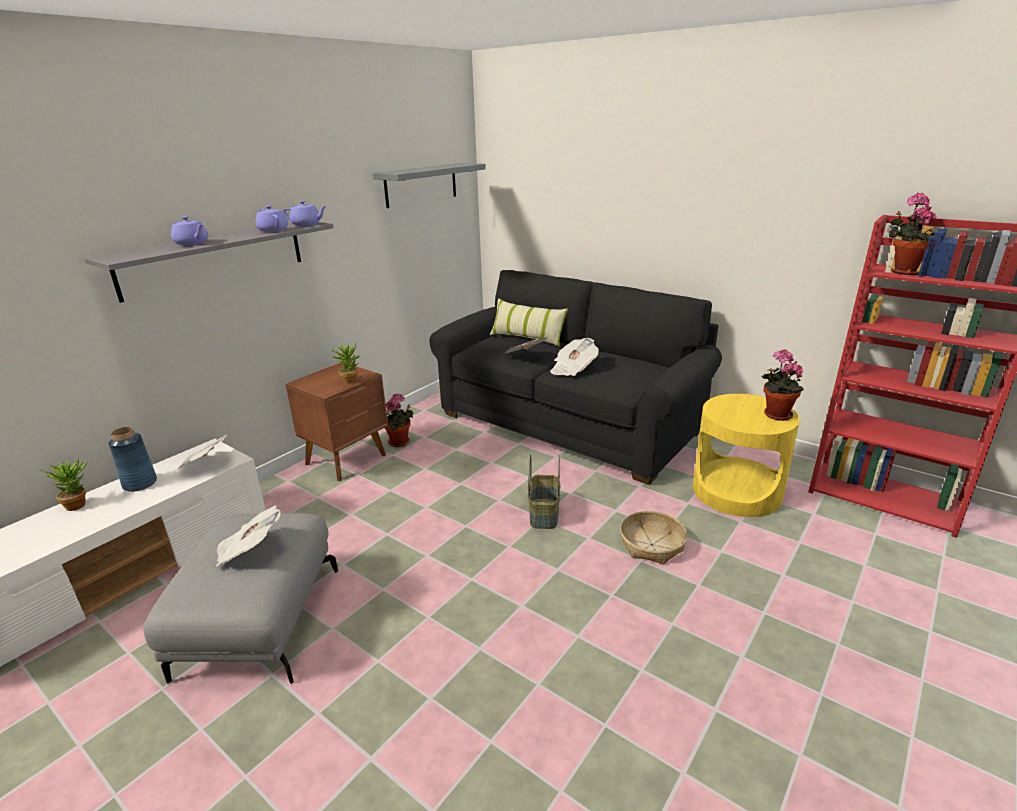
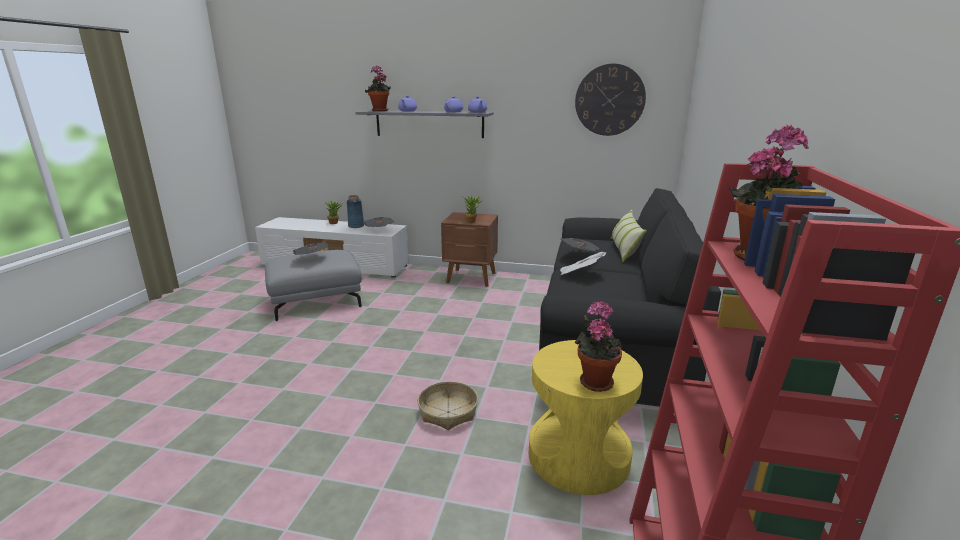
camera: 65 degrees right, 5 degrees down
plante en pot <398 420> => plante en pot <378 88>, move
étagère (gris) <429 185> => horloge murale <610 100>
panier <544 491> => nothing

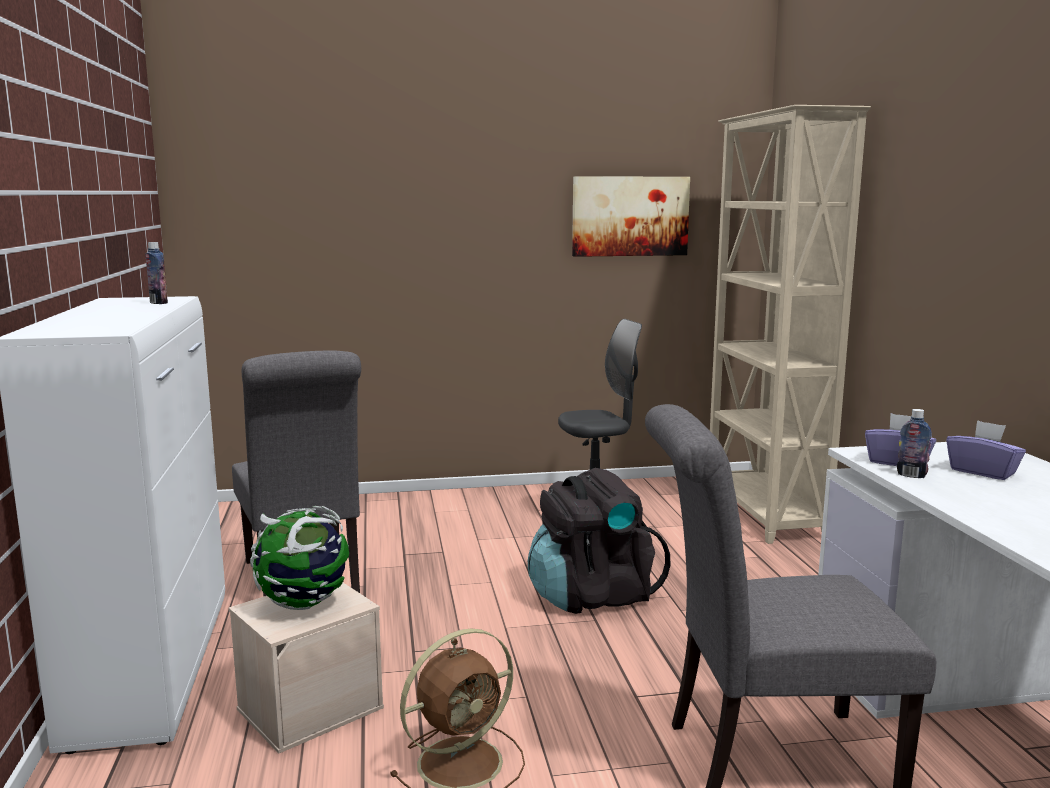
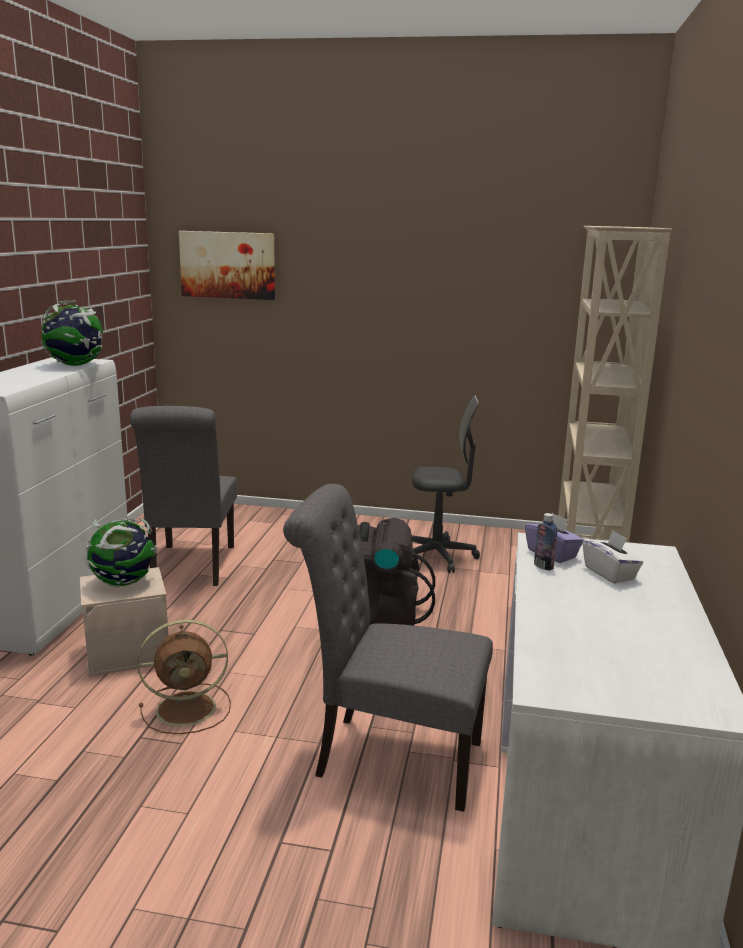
camera: 20 degrees right, 5 degrees up
bouteille <156 273> => globe <72 333>
tableau <631 216> => tableau <227 265>, move
boîte à mouchoirs (violet) <986 450> => boîte à mouchoirs (blanc) <613 557>

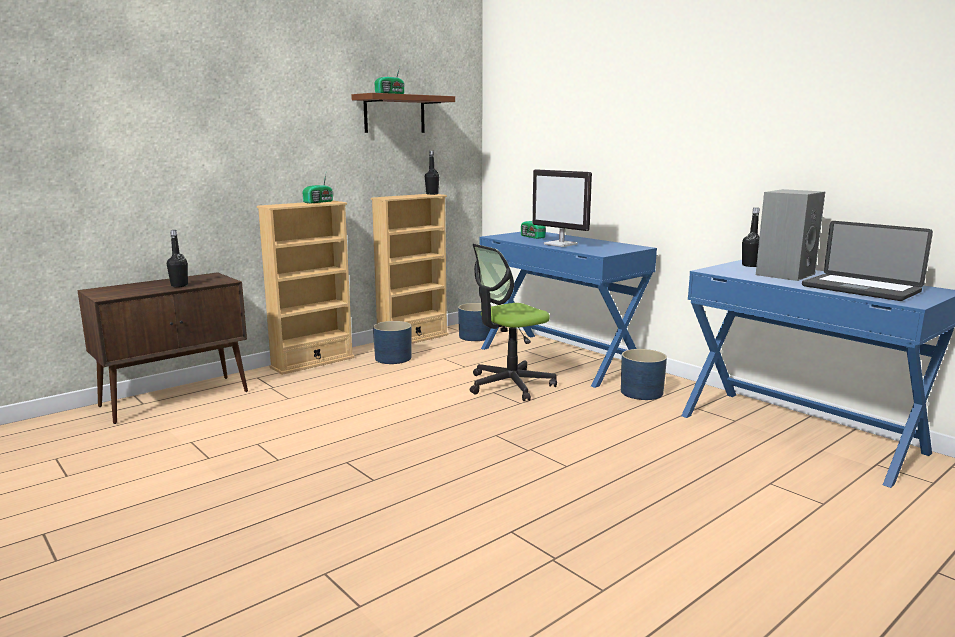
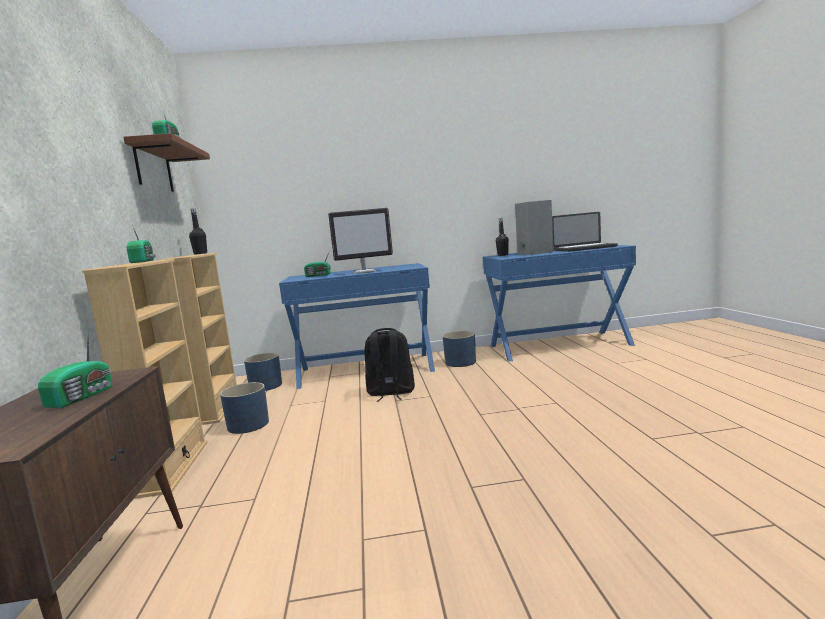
camera: 55 degrees left, 5 degrees down
bouteille (noir) <177 258> => radio <75 371>
chaise de bureau <513 322> => sac à dos (noir) <389 365>

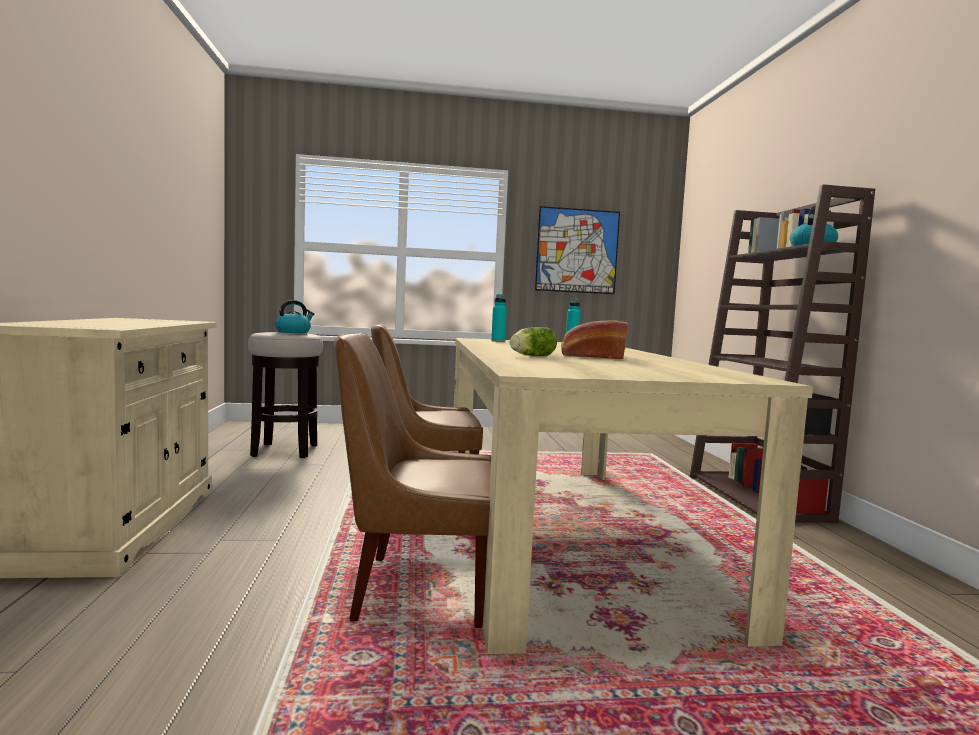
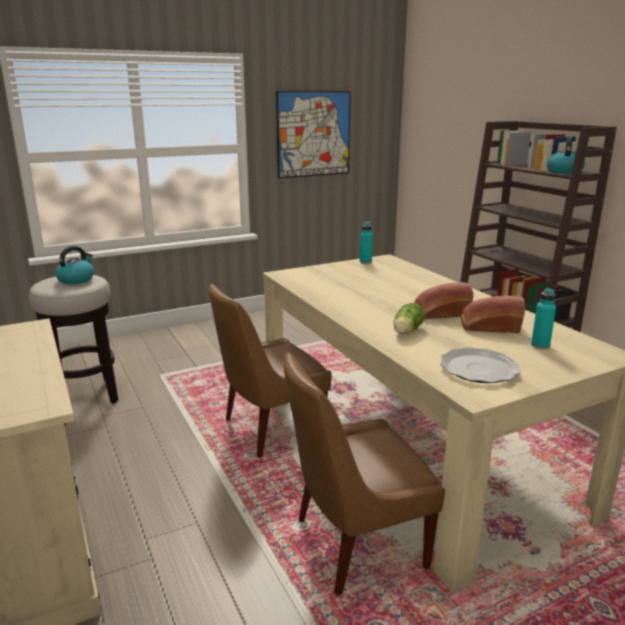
camera: 20 degrees left, 15 degrees up
nothing => assiette <480 365>
nothing => pain <493 314>
bouteille (turquoise) <499 318> => bouteille (turquoise) <543 318>, move

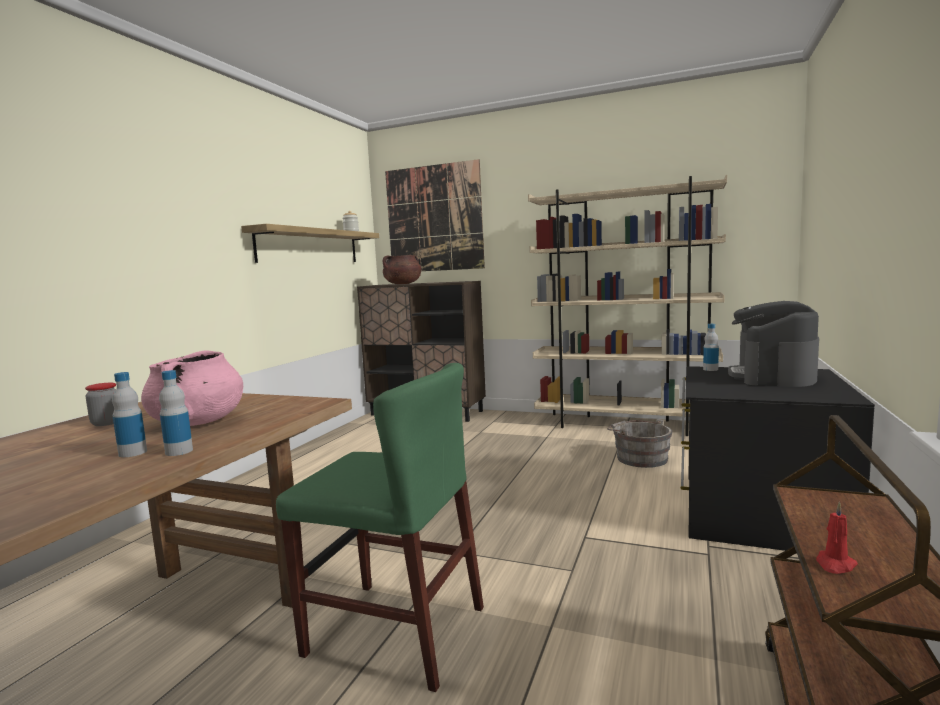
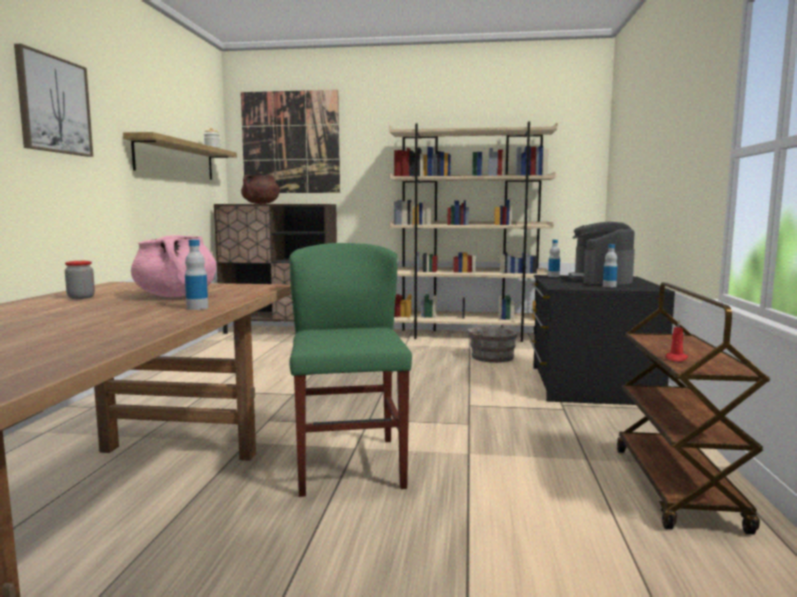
camera: 15 degrees left, 0 degrees up
nothing => tableau <53 100>
chaise (vert) <380 527> => chaise (vert) <350 370>, 105 degrees counterclockwise
bouteille <129 414> => bouteille <610 265>, move

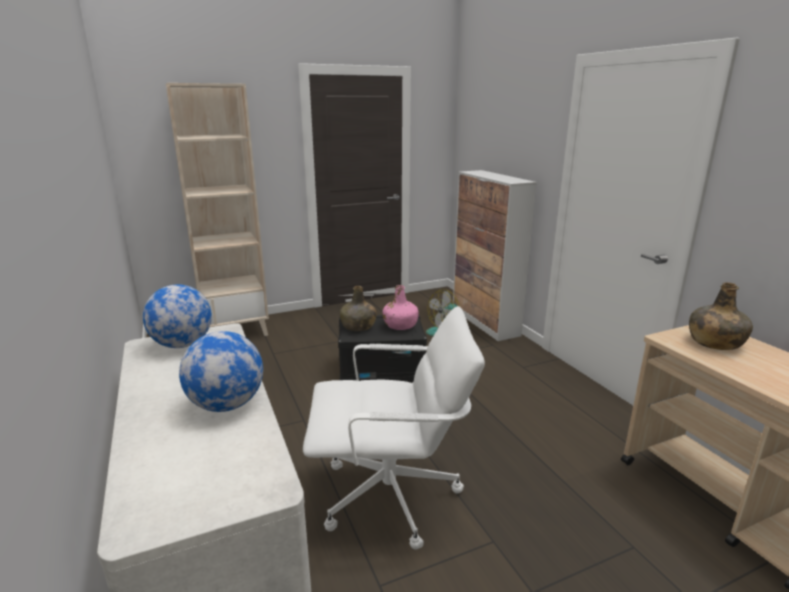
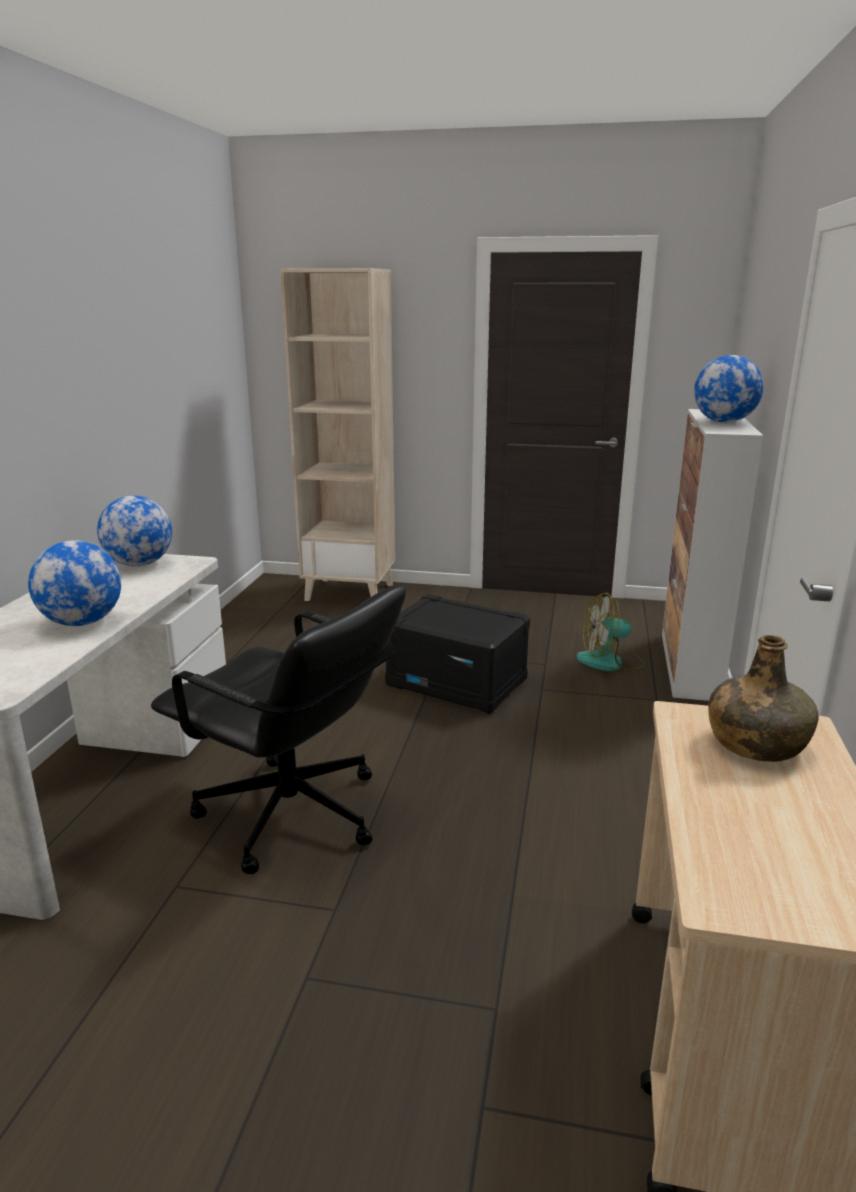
camera: 35 degrees right, 0 degrees up
chaise de bureau (blanc) <394 428> => chaise de bureau (noir) <278 729>
nothing => globe <729 389>
bouteille (vert) <358 308> => nothing
bouteille (rose) <400 307> => nothing

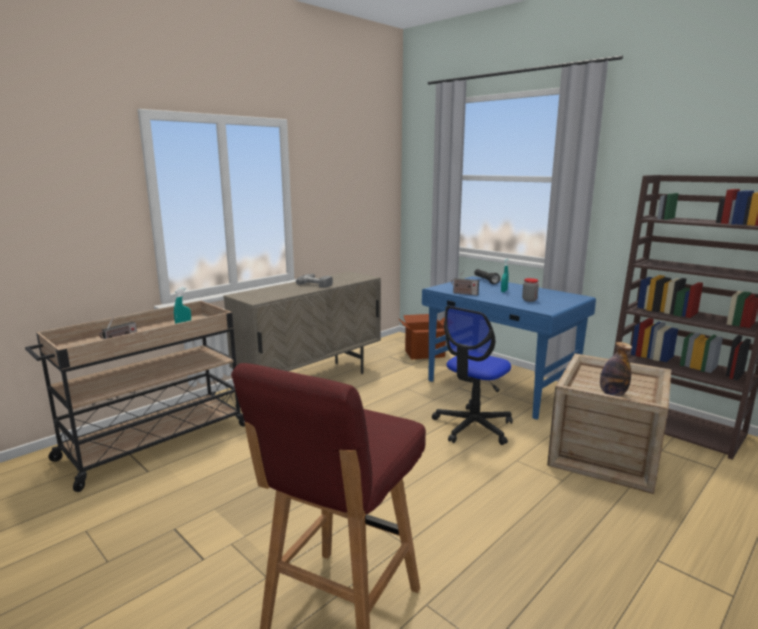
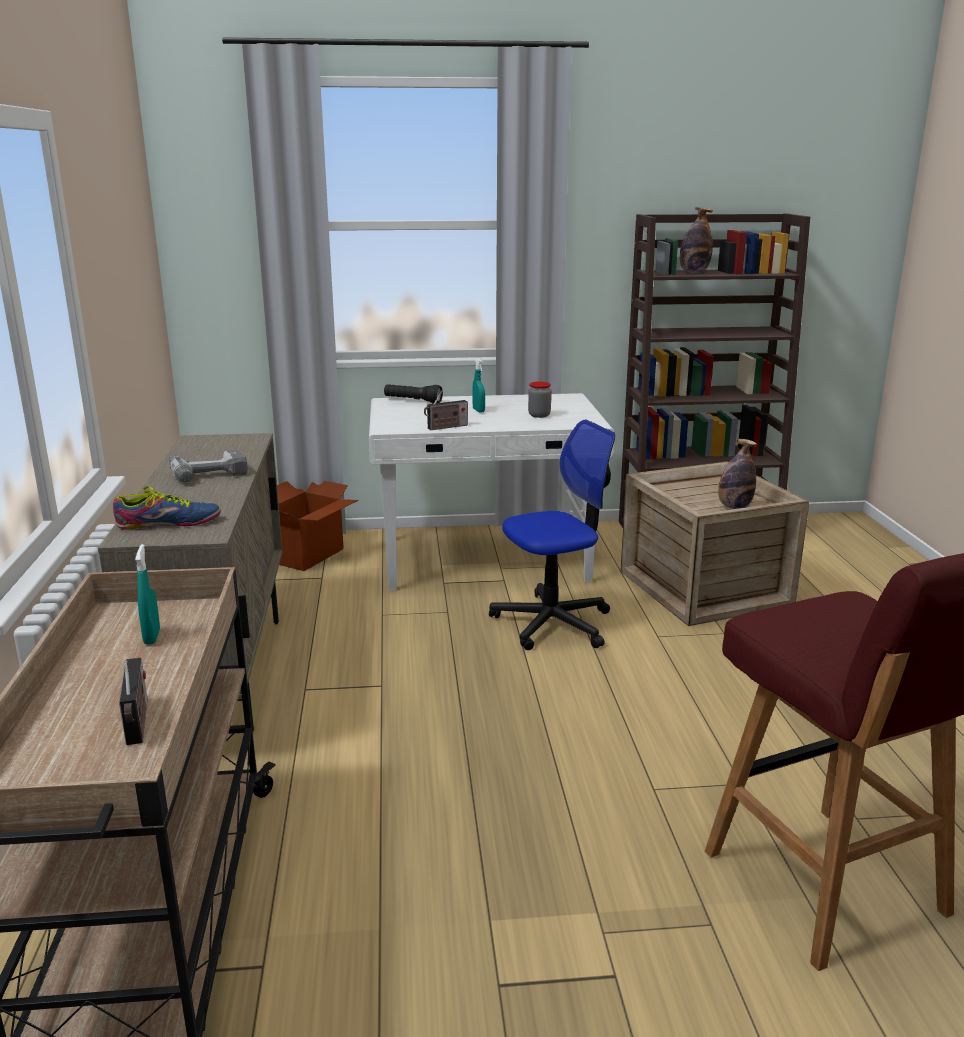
camera: 50 degrees left, 5 degrees up
nothing => chaussure <167 508>
bureau (bleu) <509 348> => bureau (blanc) <491 492>
chaise de bureau <472 375> => chaise de bureau <552 535>, 105 degrees counterclockwise
nothing => bouteille <696 240>

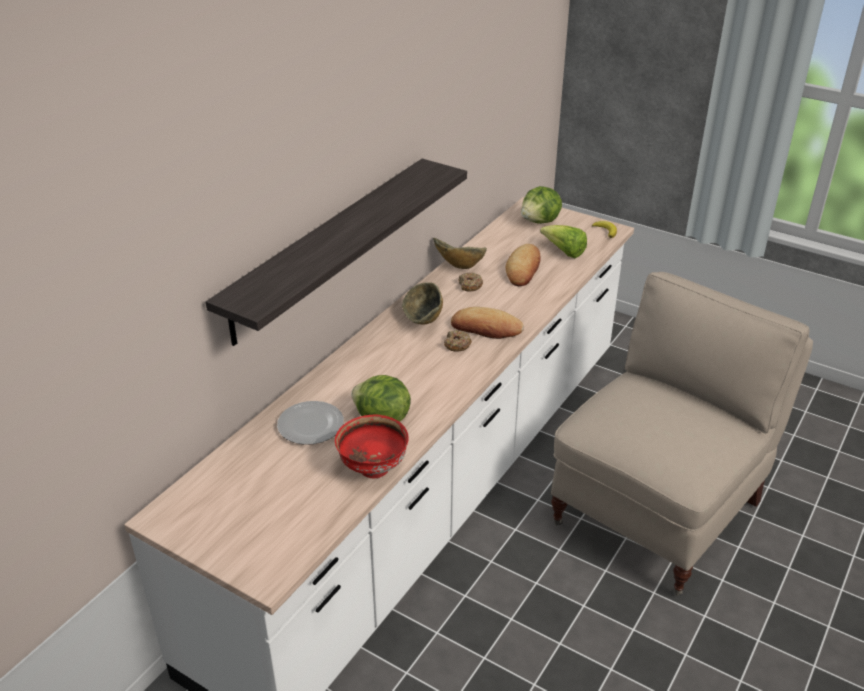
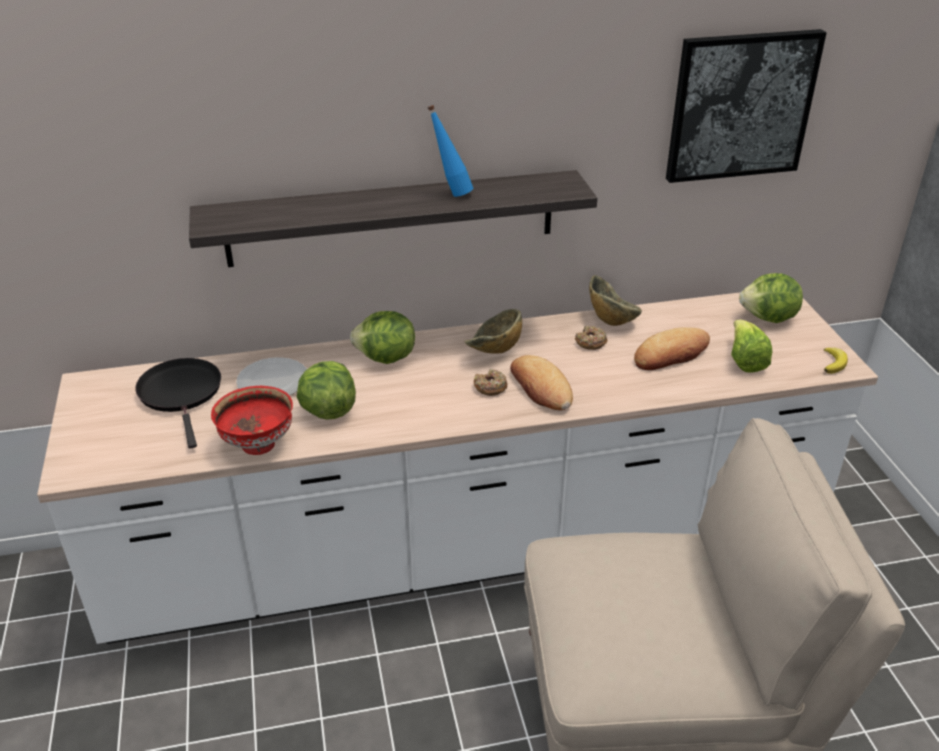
camera: 45 degrees right, 0 degrees up
nothing => poêle (noir) <178 403>
nothing => laitue <382 337>
nothing => bouteille (bleu) <450 151>
nothing => tableau <746 106>

